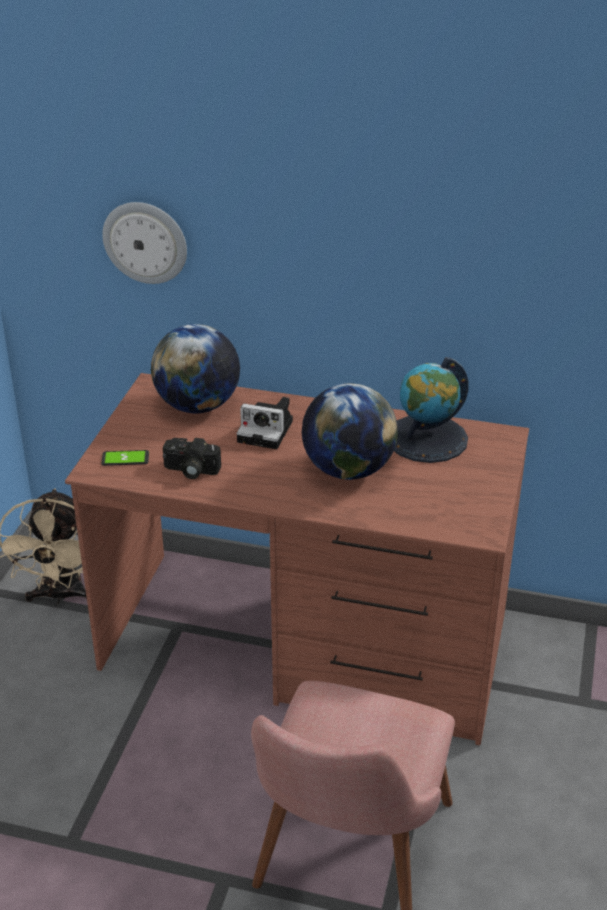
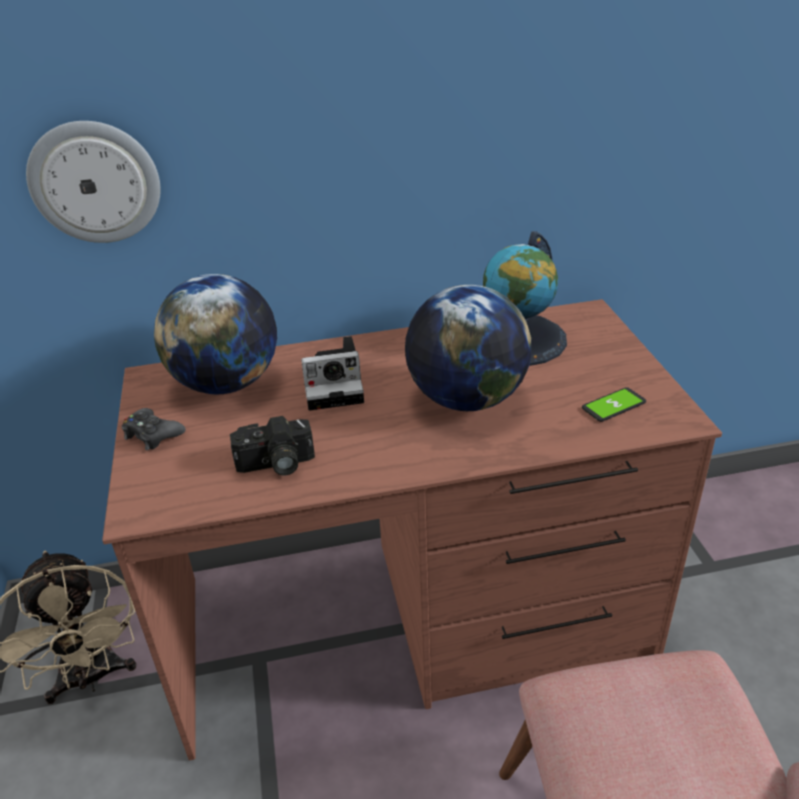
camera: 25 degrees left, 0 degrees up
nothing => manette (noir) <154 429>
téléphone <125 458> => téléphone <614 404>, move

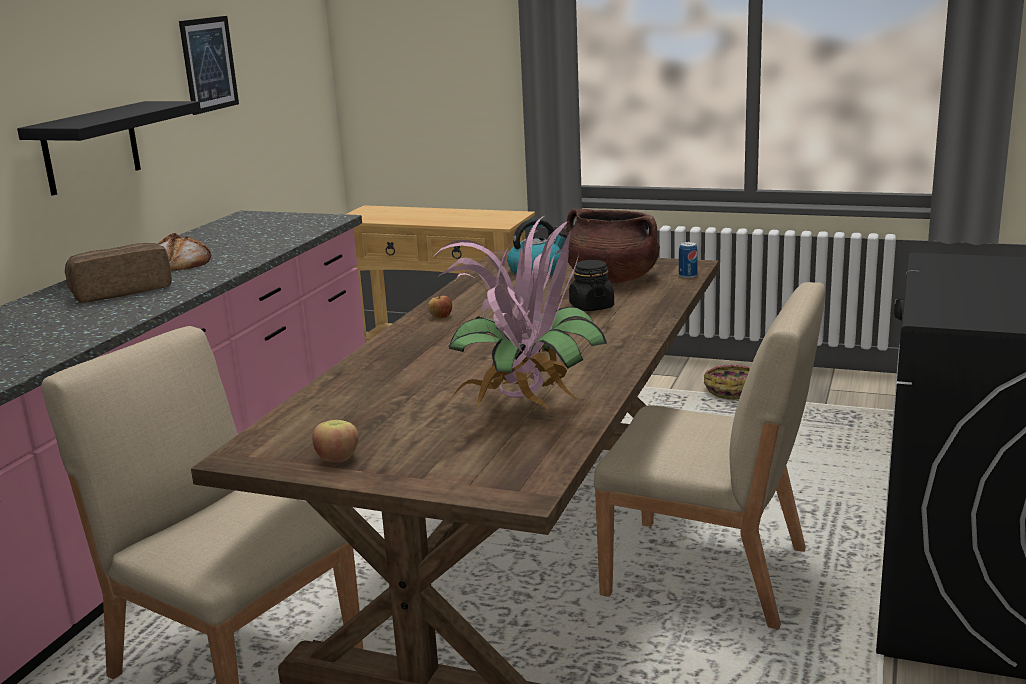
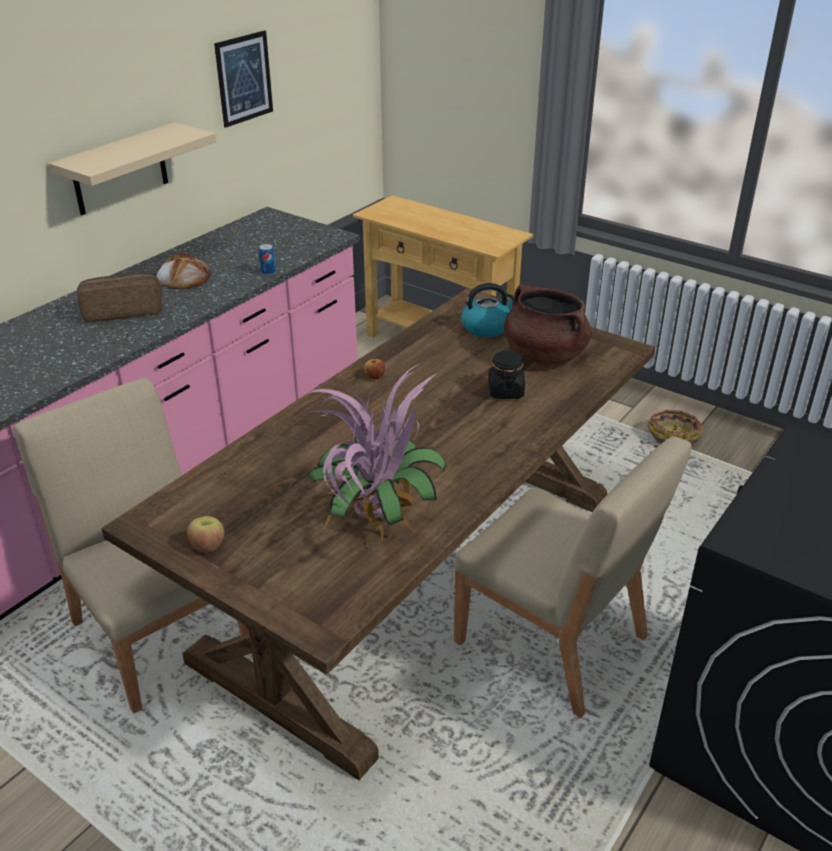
camera: 15 degrees right, 15 degrees up
étagère (noir) <109 148> => étagère (beige) <132 168>
boîte métallique <688 260> => boîte métallique <267 260>, move

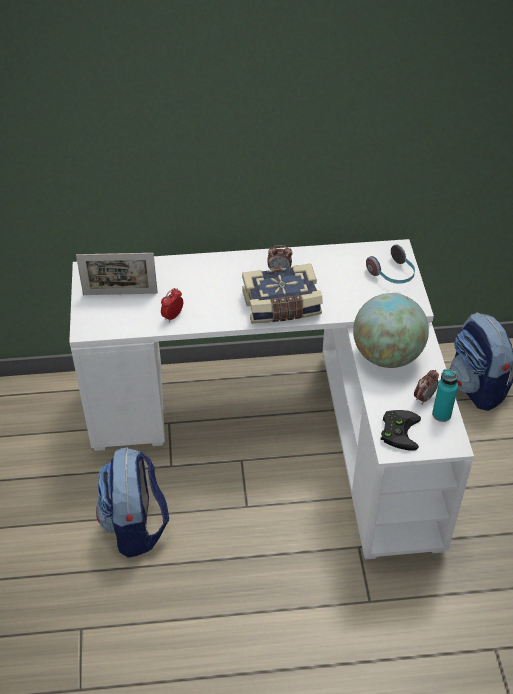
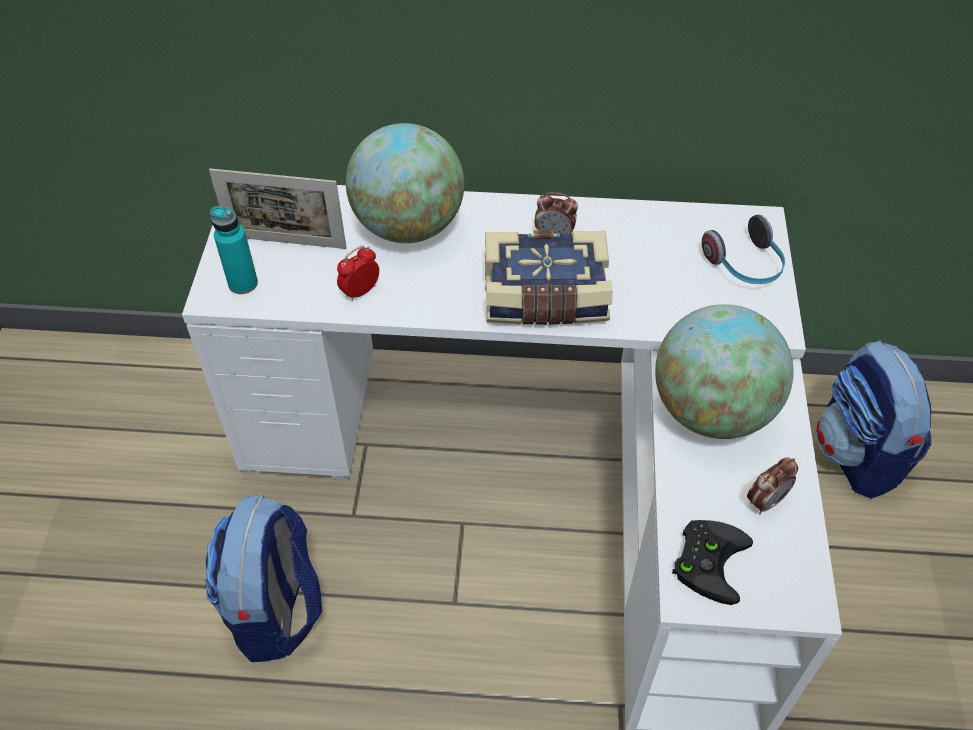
camera: 10 degrees right, 5 degrees up
bouteille (turquoise) <445 395> => bouteille (turquoise) <234 250>, move
nothing => globe <405 183>

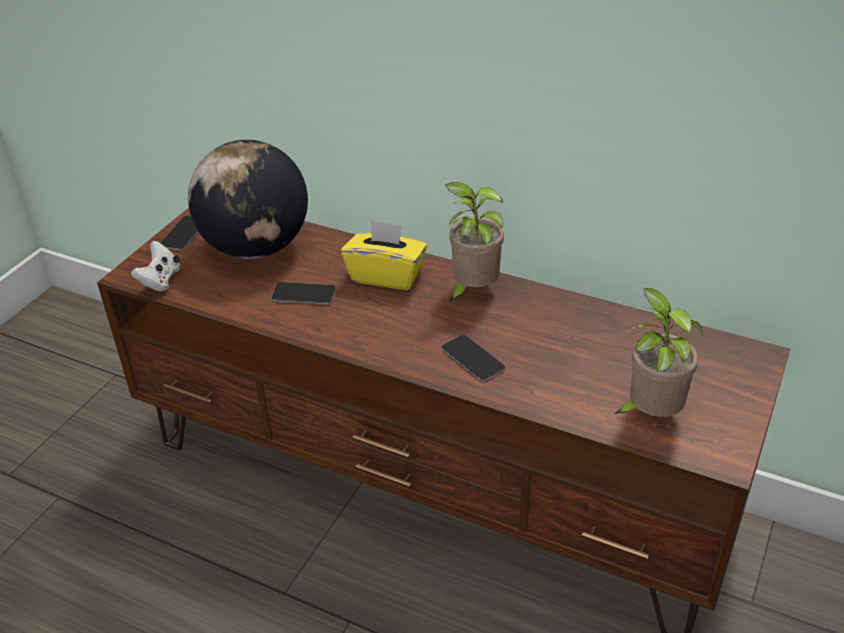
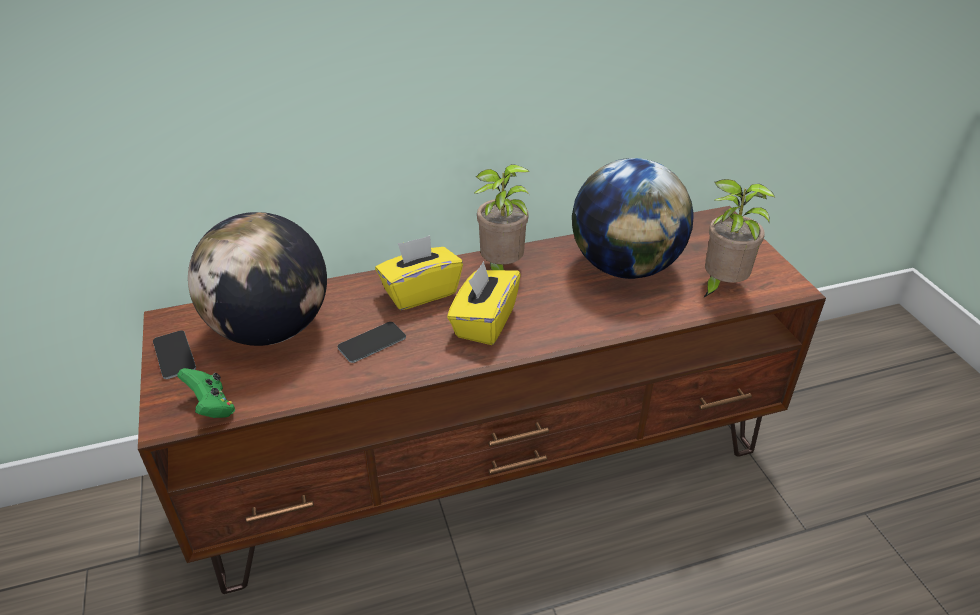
camera: 45 degrees left, 0 degrees up
manette (blanc) <155 266> => manette (vert) <206 393>
nothing => boîte à mouchoirs (jaune) <484 303>
nothing => globe <632 218>
téléphone <473 358> => nothing

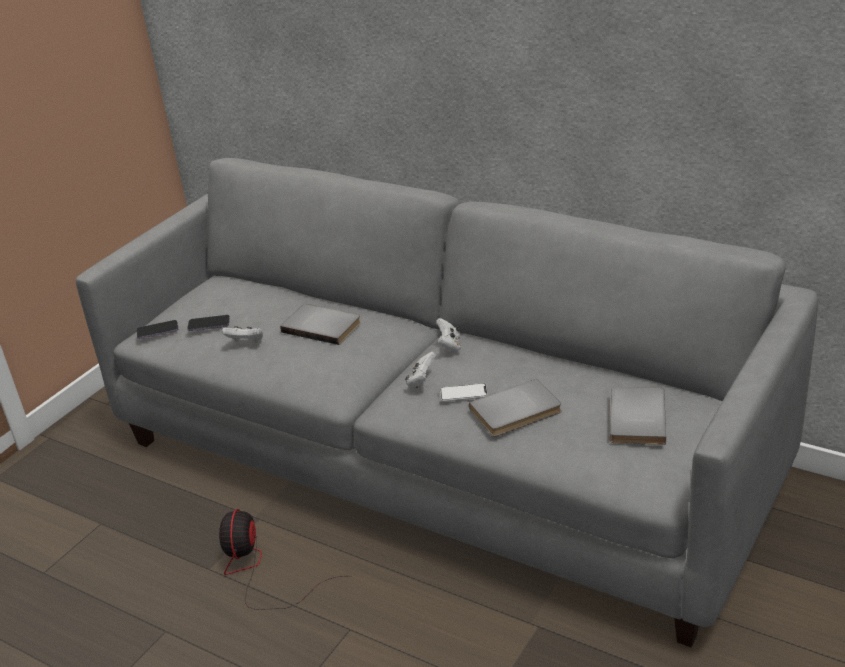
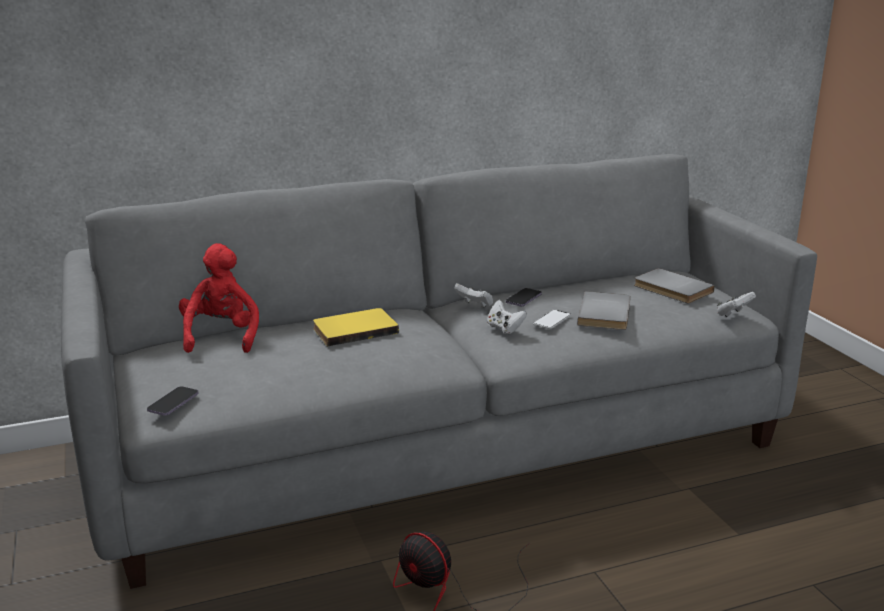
camera: 55 degrees left, 10 degrees down
nothing => peluche (rouge) <219 298>
livre (gris) <320 324> => livre (jaune) <356 327>
téléphone <208 323> => téléphone <524 297>, move
manette (blanc) <242 334> => manette (blanc) <736 304>, move

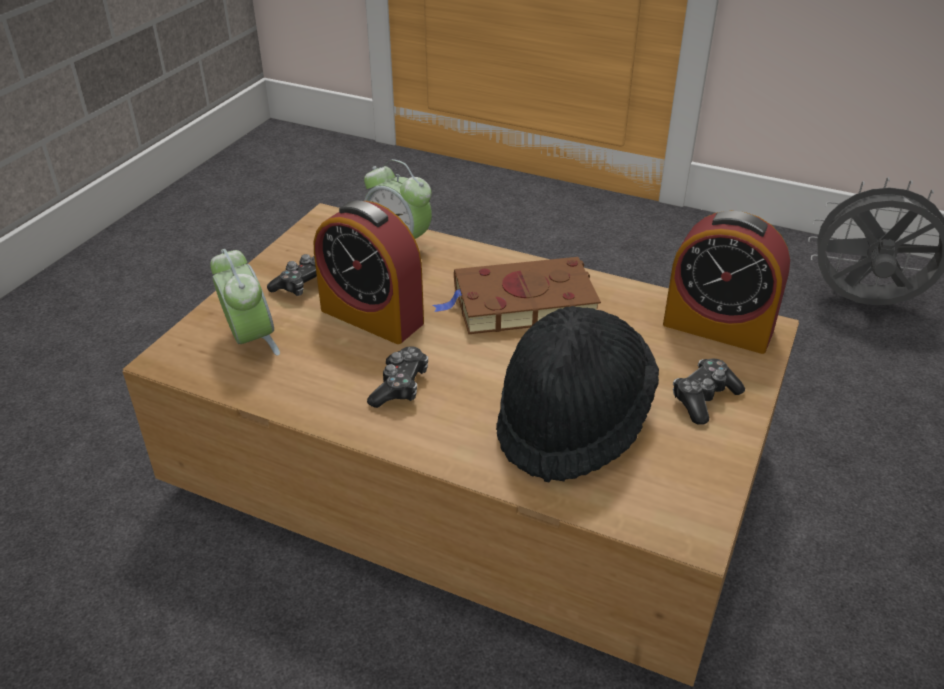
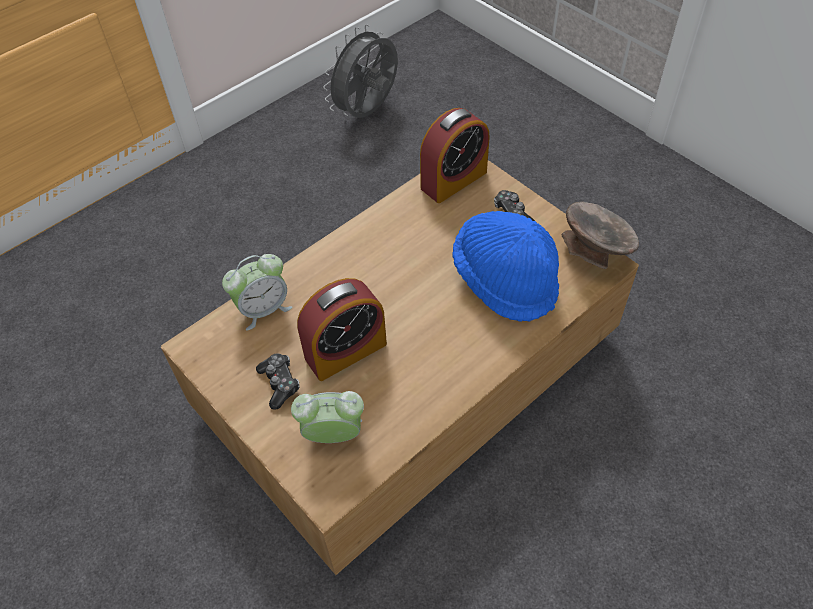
camera: 65 degrees left, 15 degrees up
chapeau (noir) <577 394> => chapeau (bleu) <505 266>
nothing => bol (gris) <600 235>
manette <397 377> => nothing
livre (marron) <517 295> => nothing

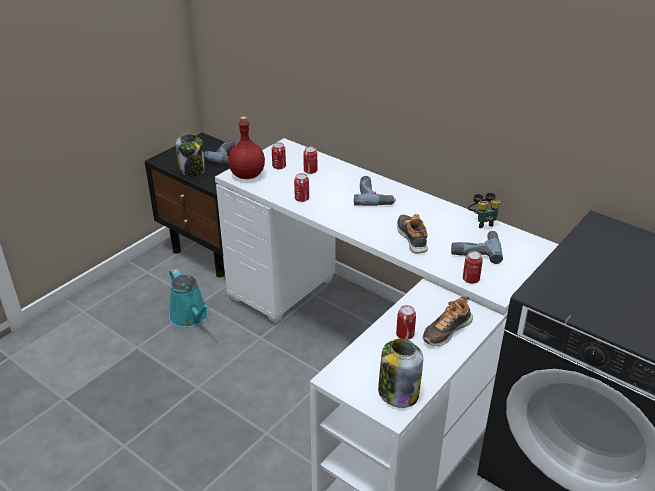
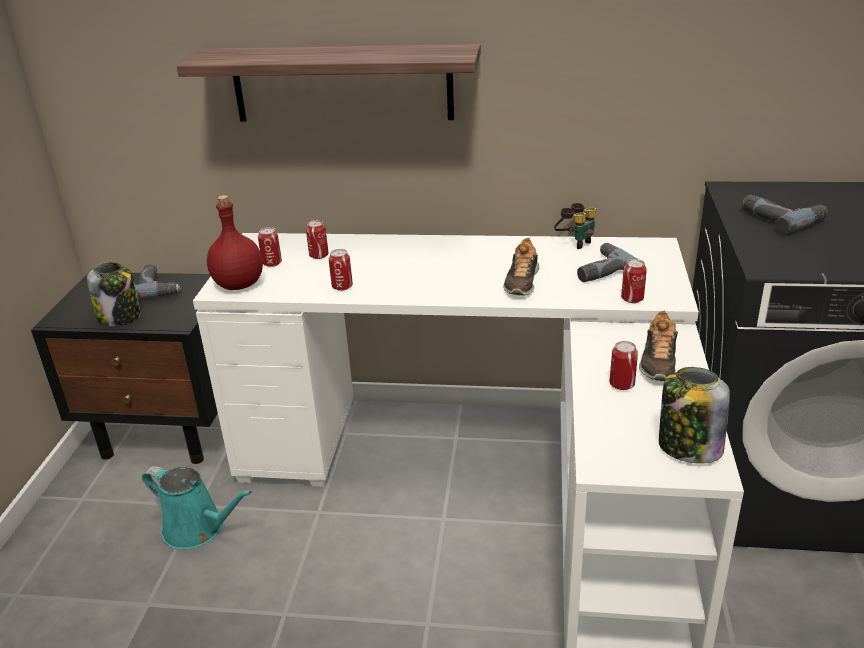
camera: 30 degrees left, 5 degrees down
nothing => étagère <329 82>
chaussure <412 234> => chaussure <521 266>, 120 degrees counterclockwise
perceuse <375 191> => perceuse <785 214>, move

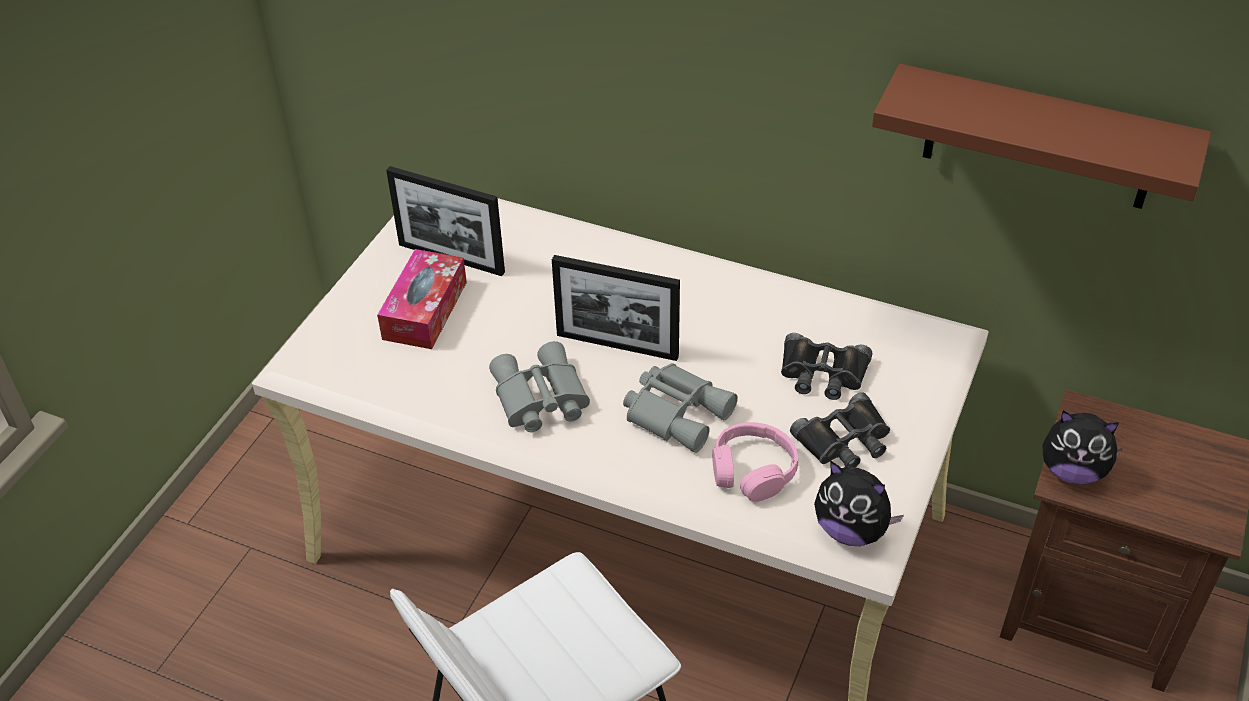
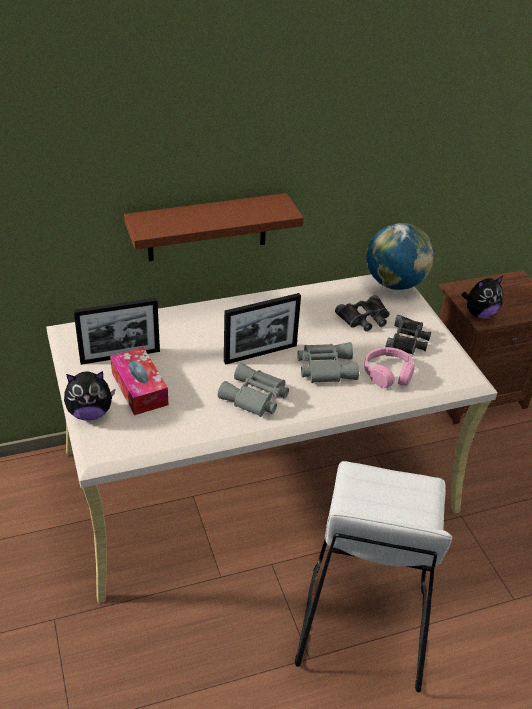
camera: 45 degrees left, 5 degrees down
peluche <859 503> => peluche <90 396>, move
étagère (marron) <1041 136> => étagère (marron) <214 227>, move
nothing => globe <400 256>

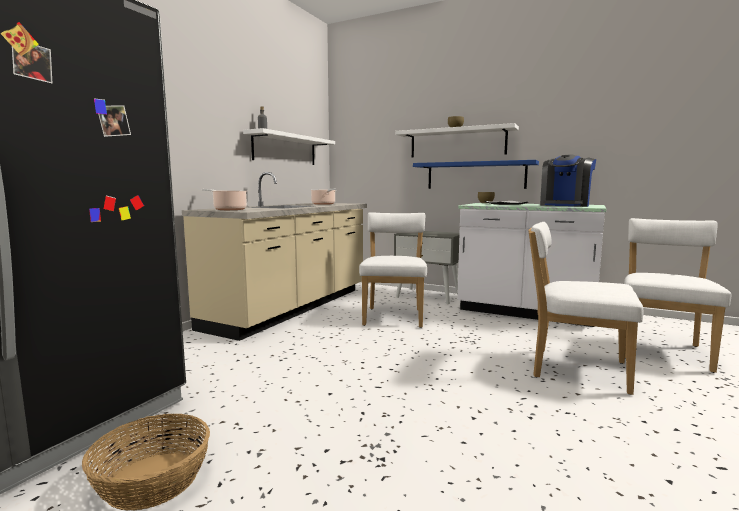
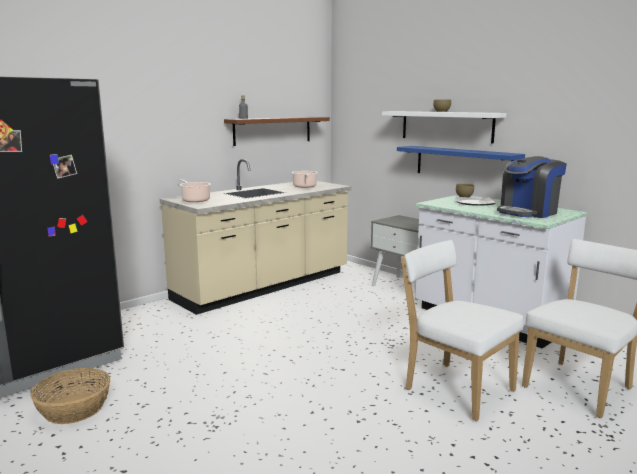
camera: 20 degrees right, 5 degrees up
étagère (blanc) <289 146> => étagère (marron) <277 131>
chaise (blanc) <393 270> => nothing

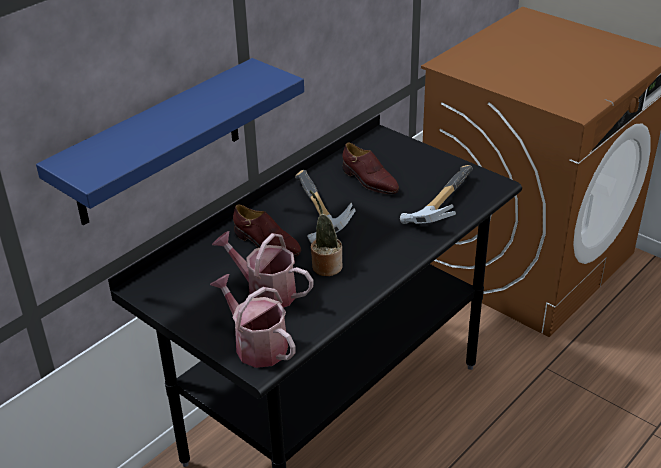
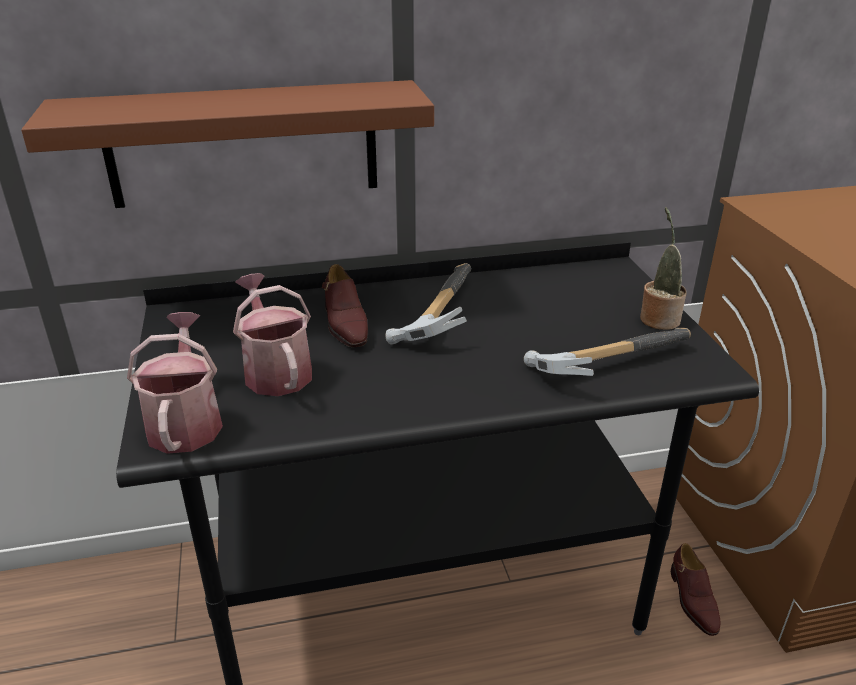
camera: 35 degrees right, 5 degrees down
étagère (bleu) <170 141> => étagère (marron) <227 144>
plante en pot <326 233> => plante en pot <663 268>, move
chaussure (marron) <371 168> => chaussure (marron) <695 589>, move

